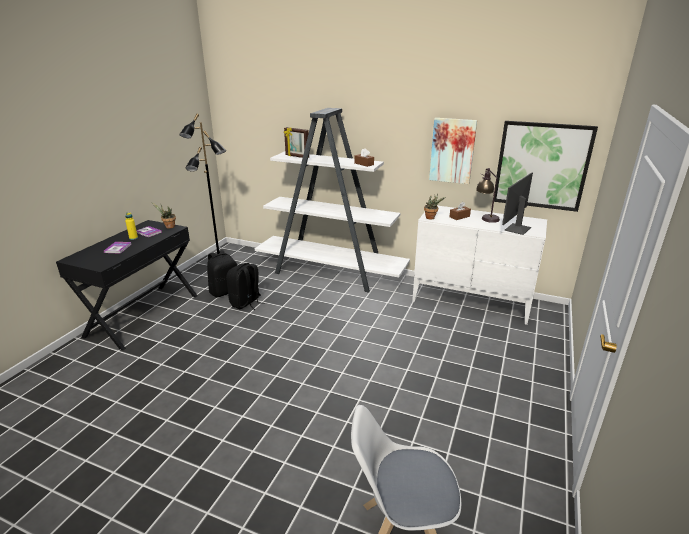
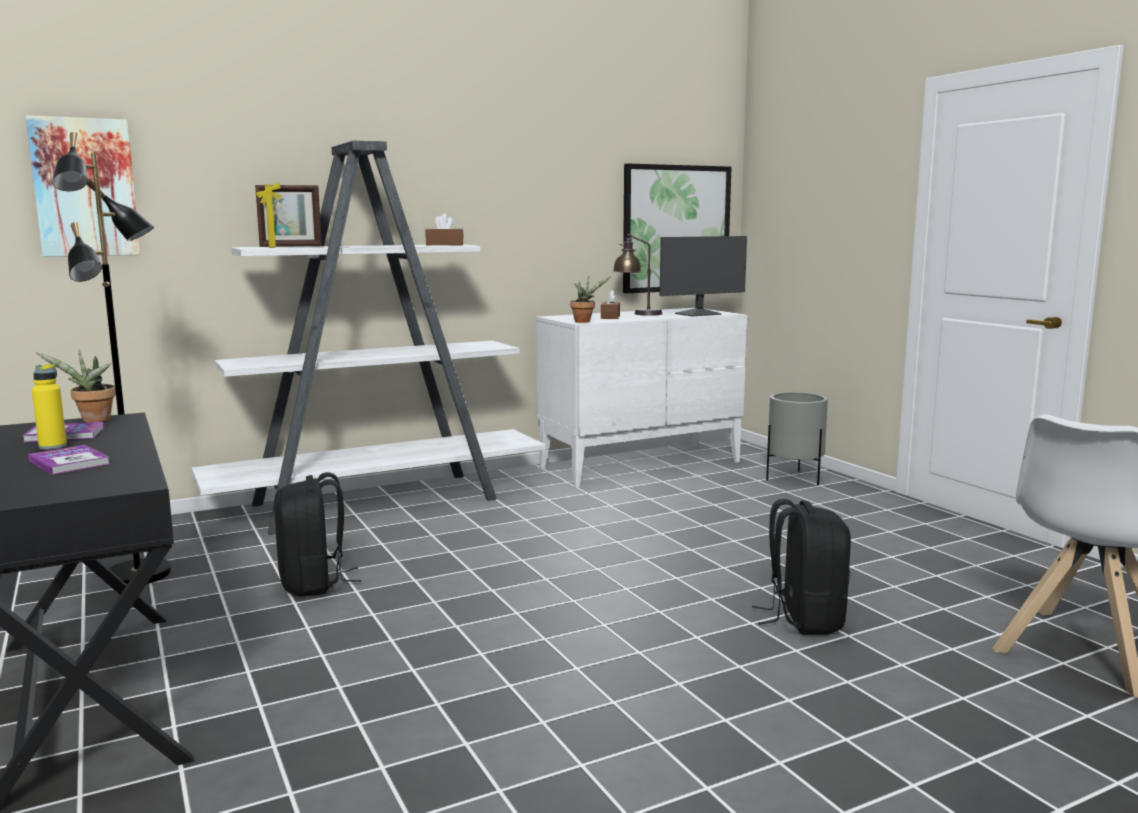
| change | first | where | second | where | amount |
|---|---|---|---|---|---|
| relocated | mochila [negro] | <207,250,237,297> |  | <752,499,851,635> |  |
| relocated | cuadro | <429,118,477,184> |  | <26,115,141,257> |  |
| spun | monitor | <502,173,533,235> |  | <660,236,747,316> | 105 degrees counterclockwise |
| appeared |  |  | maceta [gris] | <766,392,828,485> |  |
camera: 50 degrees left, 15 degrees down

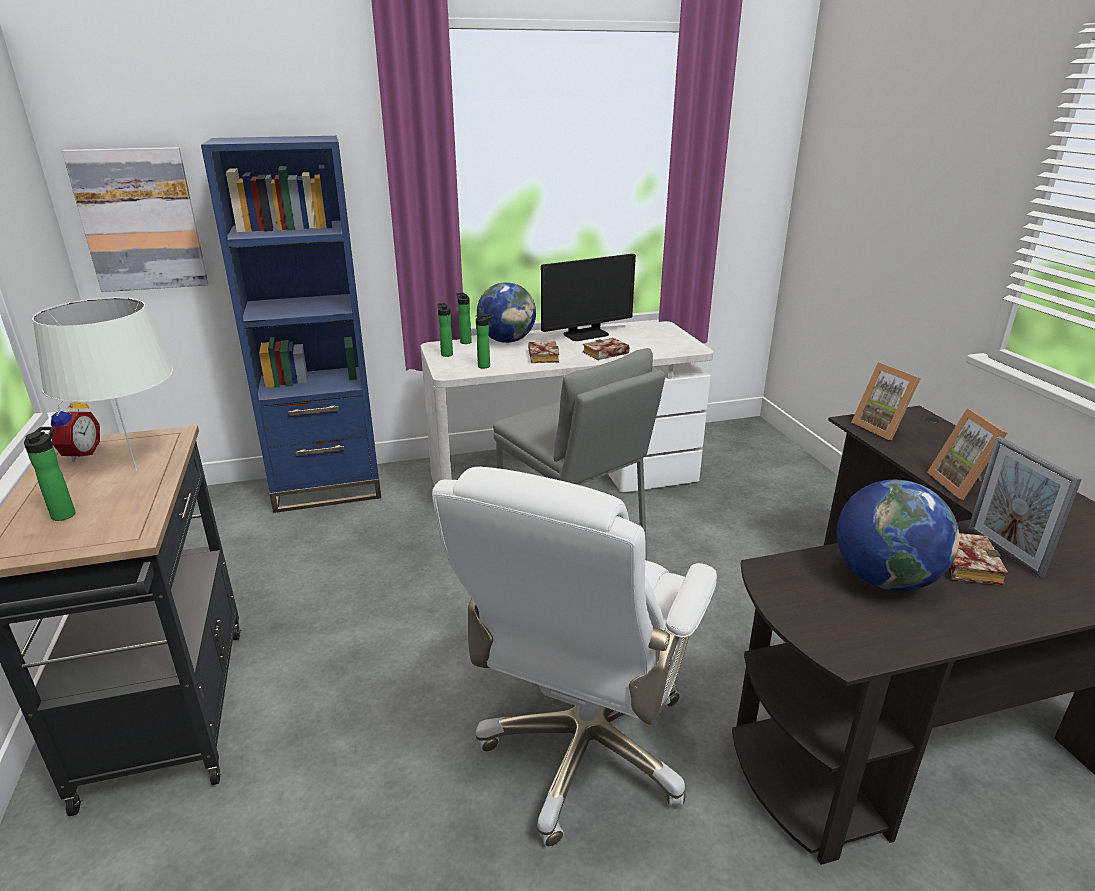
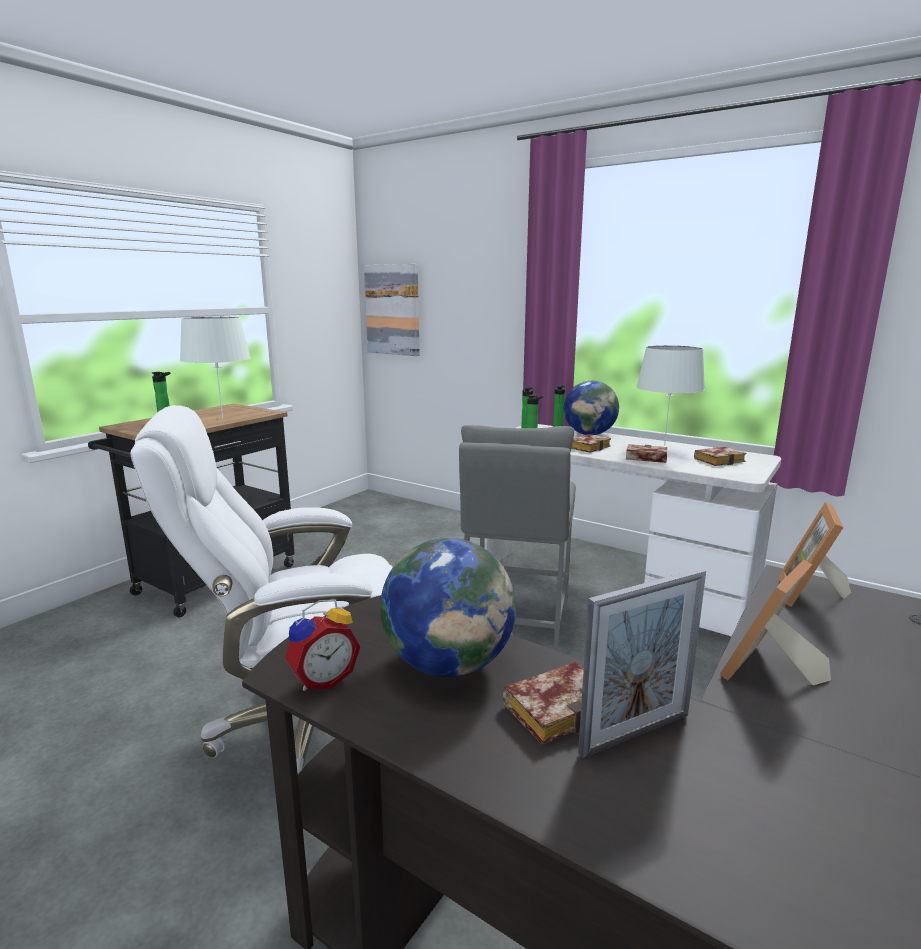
| change | first | where | second | where | amount |
|---|---|---|---|---|---|
| relocated | despertador | <51,401,100,462> |  | <285,599,360,691> |  |
| missing | estantería [azul] | <201,136,381,513> |  |  |  |
| exchanged | monitor | <541,254,636,341> | lámpara de mesa [blanco] | <636,345,705,446> |  |
| spun | portarretratos | <968,437,1082,578> |  | <578,568,706,758> | 150 degrees counterclockwise |
| appeared |  |  | libro | <694,446,746,466> |  |
camera: 50 degrees right, 10 degrees down

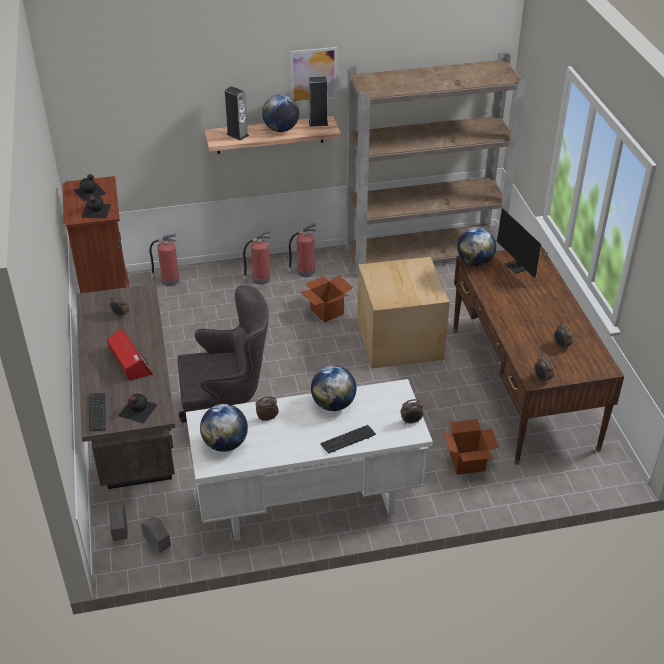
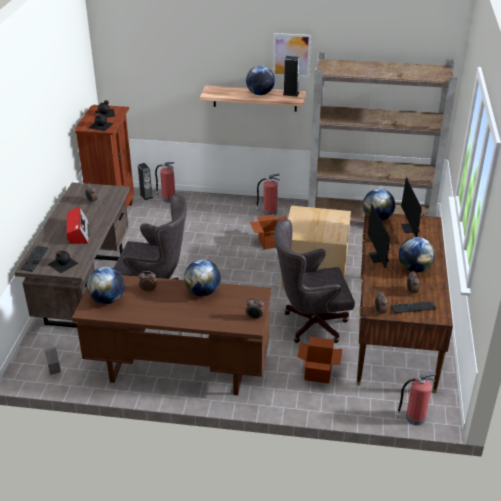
| change | first | where | second | where | amount |
|---|---|---|---|---|---|
| missing | maceta [gris] | <109,504,128,541> |  |  |  |
| colour | escritorio [blanco] | <186,379,433,541> | escritorio [marrón] | <72,275,272,395> |  |
| relocated | altavoz | <225,86,249,141> |  | <138,163,153,200> |  |
| relocated | extintor | <243,230,270,285> |  | <396,372,437,425> |  |
| relocated | teclado | <320,425,376,454> |  | <390,301,437,314> |  |
| appeared |  |  | silla de oficina [gris] | <274,219,355,343> |  |
| appeared |  |  | monitor | <367,204,395,268> |  |
| appeared |  |  | globo terráqueo | <399,237,435,272> |  |
camera: 20 degrees right, 5 degrees down

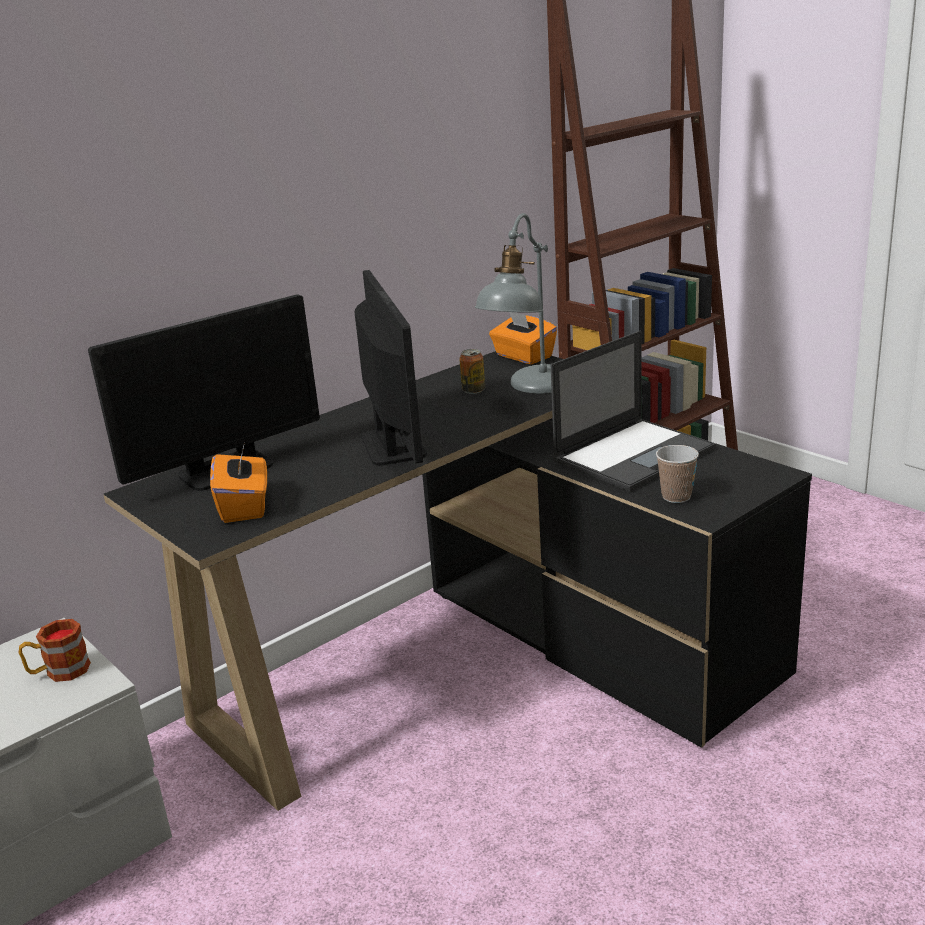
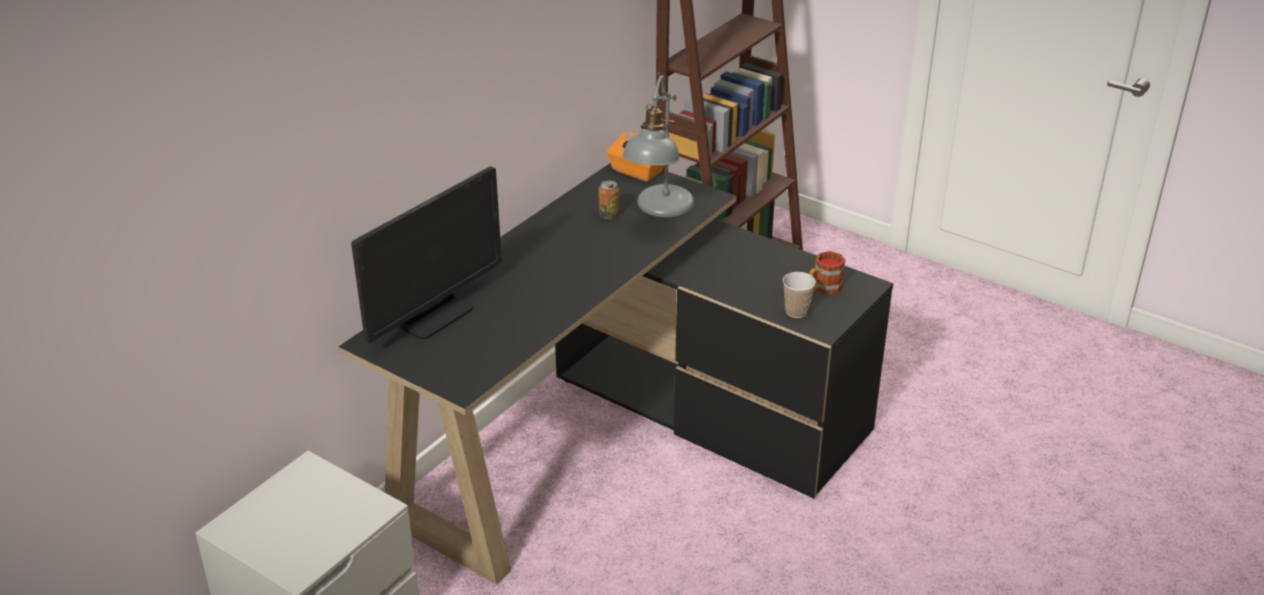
| change | first | where | second | where | amount |
|---|---|---|---|---|---|
| relocated | taza grande | <19,619,91,682> |  | <809,251,846,295> |  |
| missing | caja de pañuelos [naranja] | <210,443,267,523> |  |  |  |
| missing | monitor | <354,270,427,465> |  |  |  |
| missing | portátil | <551,330,716,492> |  |  |  |
camera: 15 degrees left, 10 degrees up

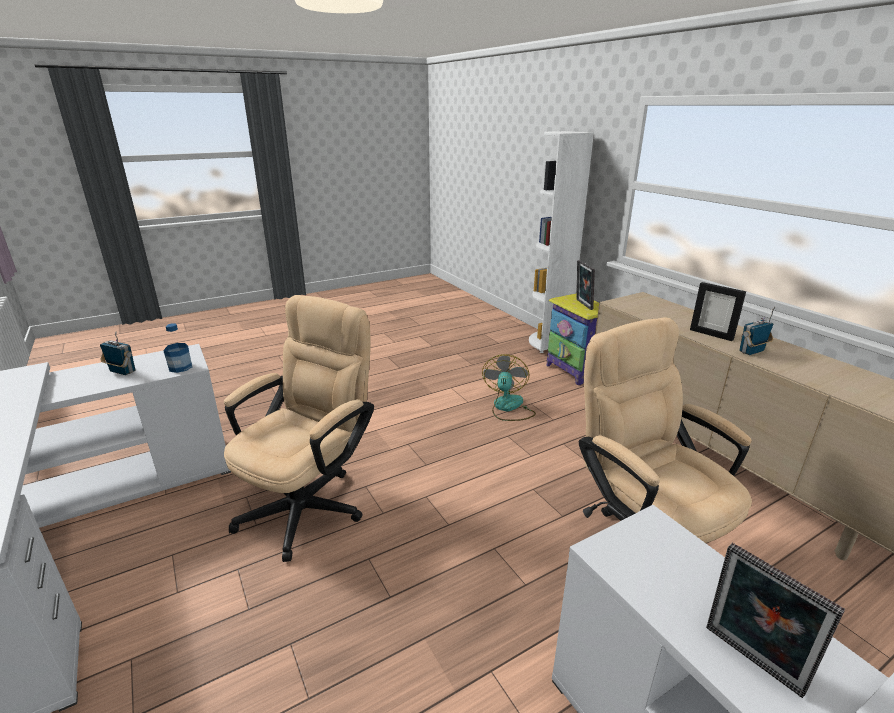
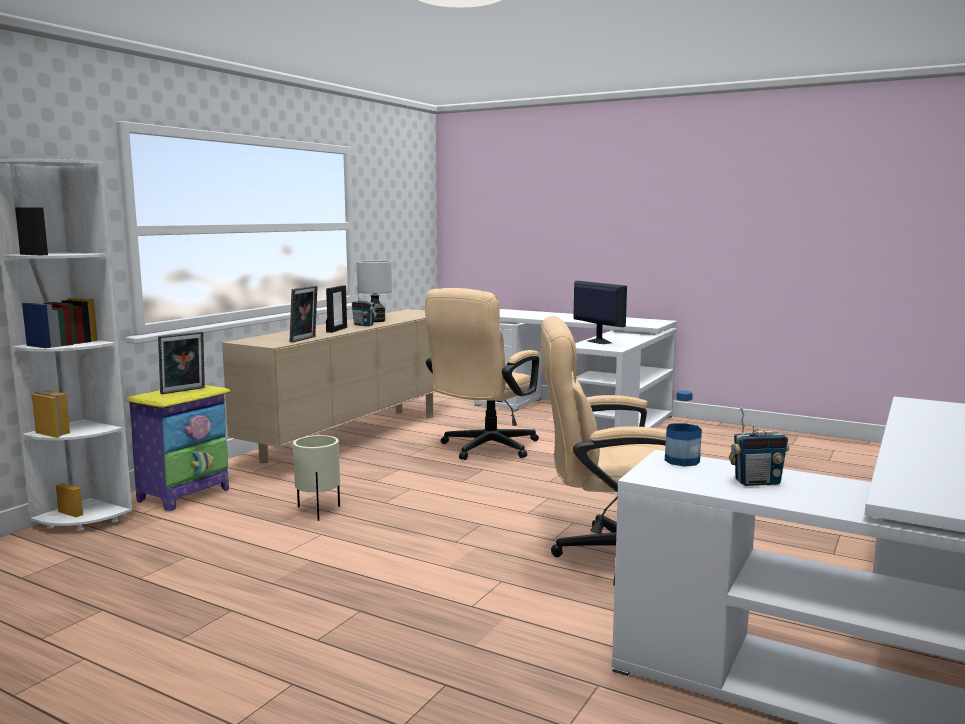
| change | first | where | second | where | amount |
|---|---|---|---|---|---|
| spun | radio | <100,332,135,375> |  | <729,408,789,486> | 90 degrees counterclockwise |
| exchanged | ventilador | <482,354,536,421> | maceta [beis] | <293,435,340,521> |  |
| relocated | portarretratos | <706,543,845,698> |  | <290,286,318,343> |  |
| appeared |  |  | lámpara de mesa [gris] | <357,260,392,322> |  |
| appeared |  |  | monitor | <573,281,627,344> |  |
camera: 120 degrees left, 15 degrees down

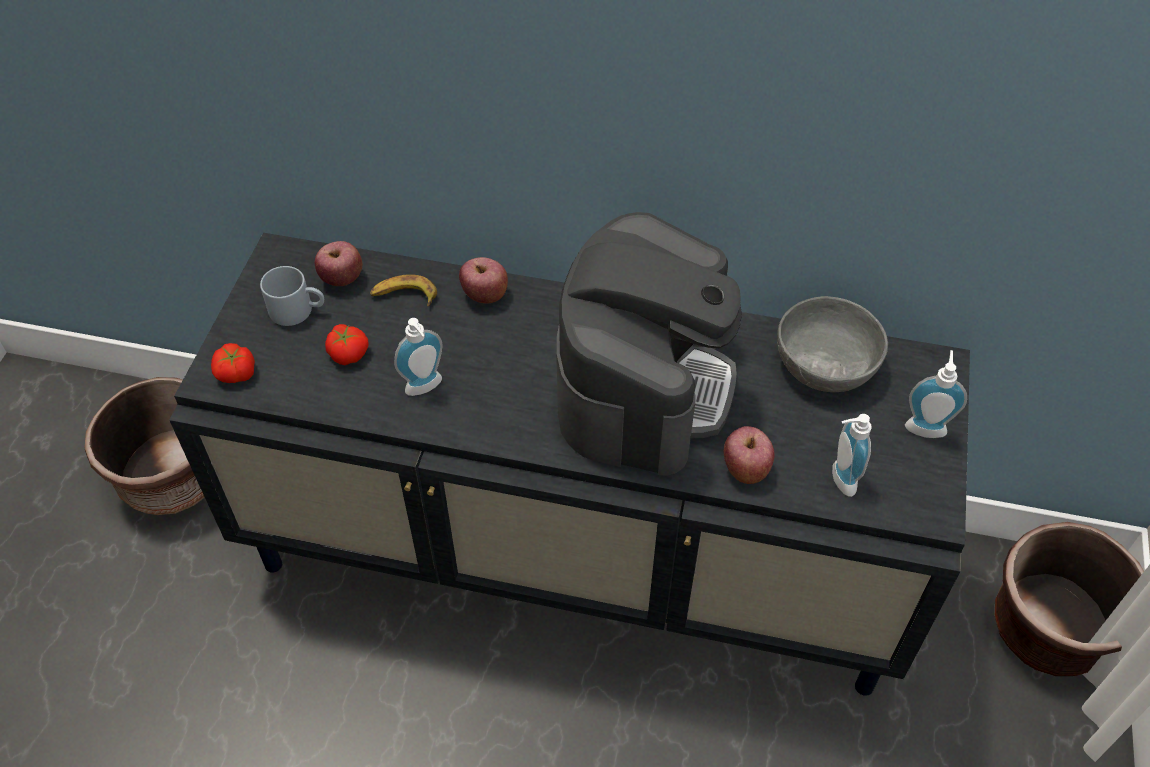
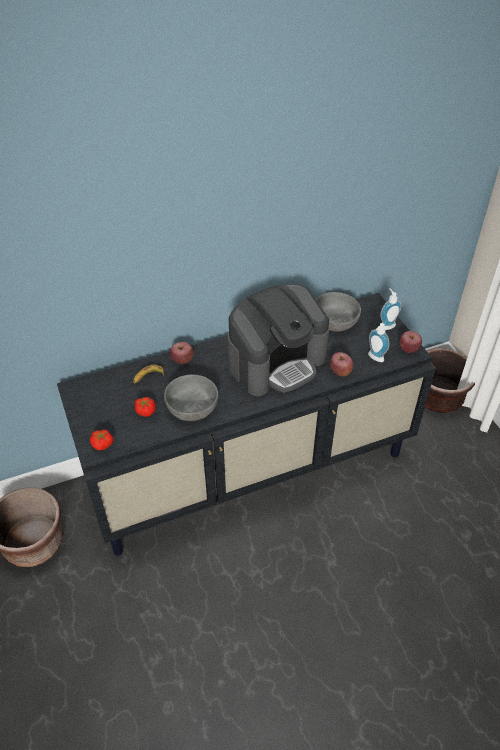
| change | first | where | second | where | amount |
|---|---|---|---|---|---|
| missing | taza grande [gris] | <260,266,324,326> |  |  |  |
| relocated | manzana | <315,241,362,286> |  | <400,331,422,353> |  |
| exchanged | dispensador de jabón | <394,318,443,396> | cuenco [gris] | <164,375,218,421> |  |
| spun | cafetera | <557,212,742,476> |  | <228,284,329,396> | 75 degrees clockwise |
camera: 35 degrees left, 5 degrees down

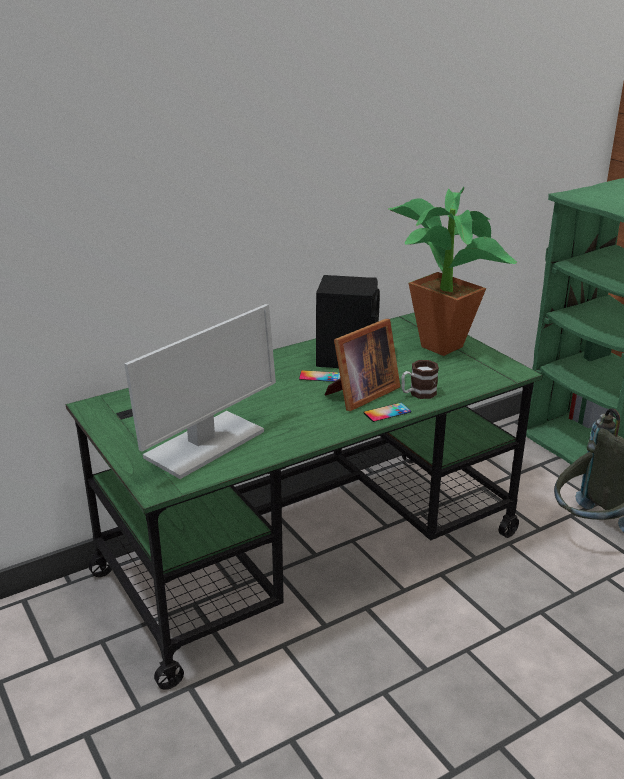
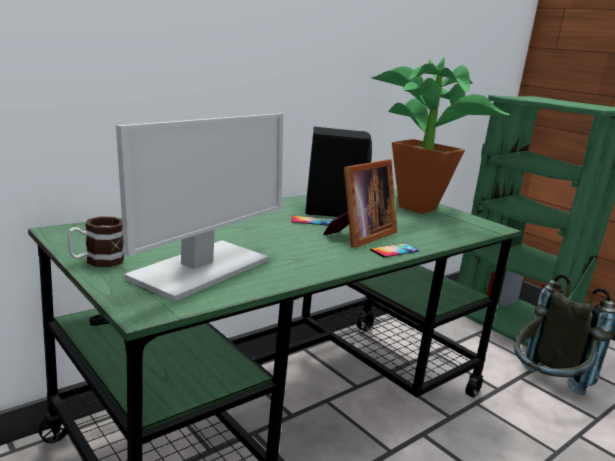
| change | first | where | second | where | amount |
|---|---|---|---|---|---|
| relocated | taza grande | <401,360,439,399> |  | <67,216,124,267> |  |
camera: 10 degrees left, 10 degrees down

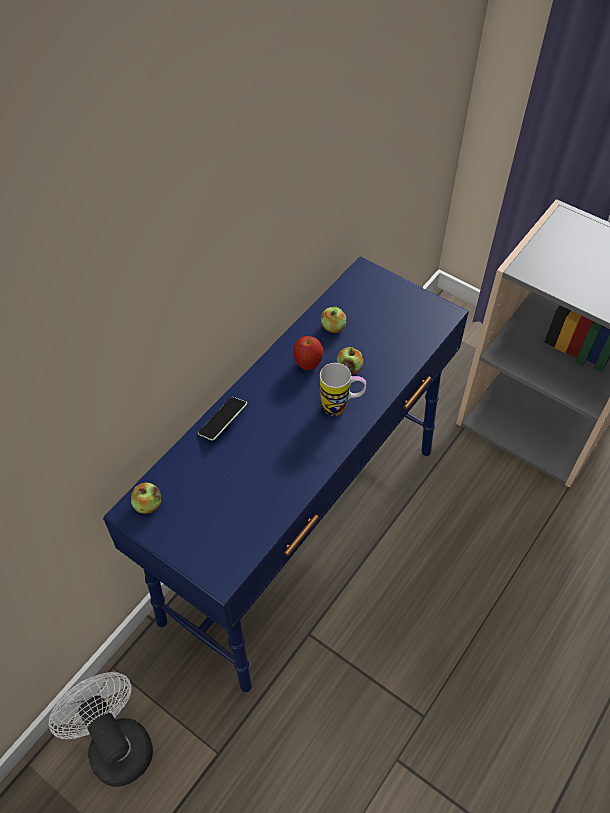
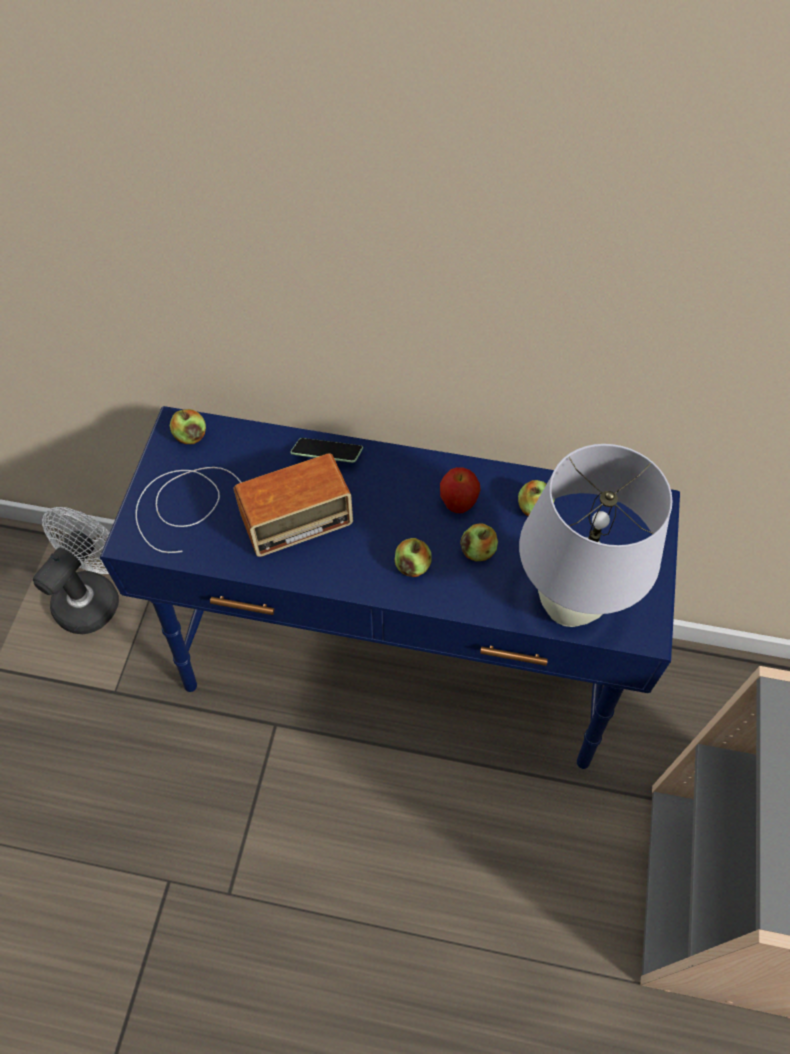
| change | first | where | second | where | amount |
|---|---|---|---|---|---|
| exchanged | taza grande | <320,363,367,416> | manzana | <394,538,432,577> |  |
| appeared |  |  | radio | <135,453,353,557> |  |
| appeared |  |  | lámpara de mesa [blanco] | <519,444,673,627> |  |
camera: 65 degrees right, 5 degrees up

